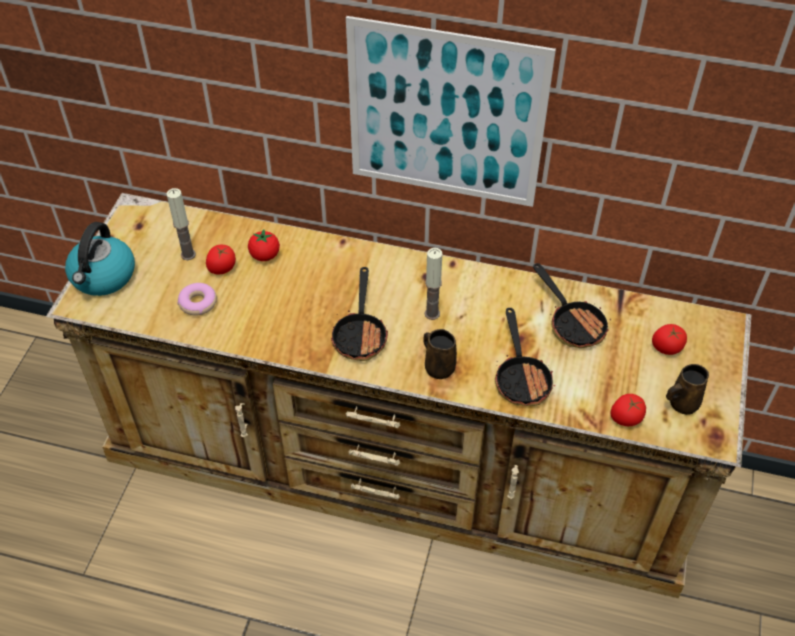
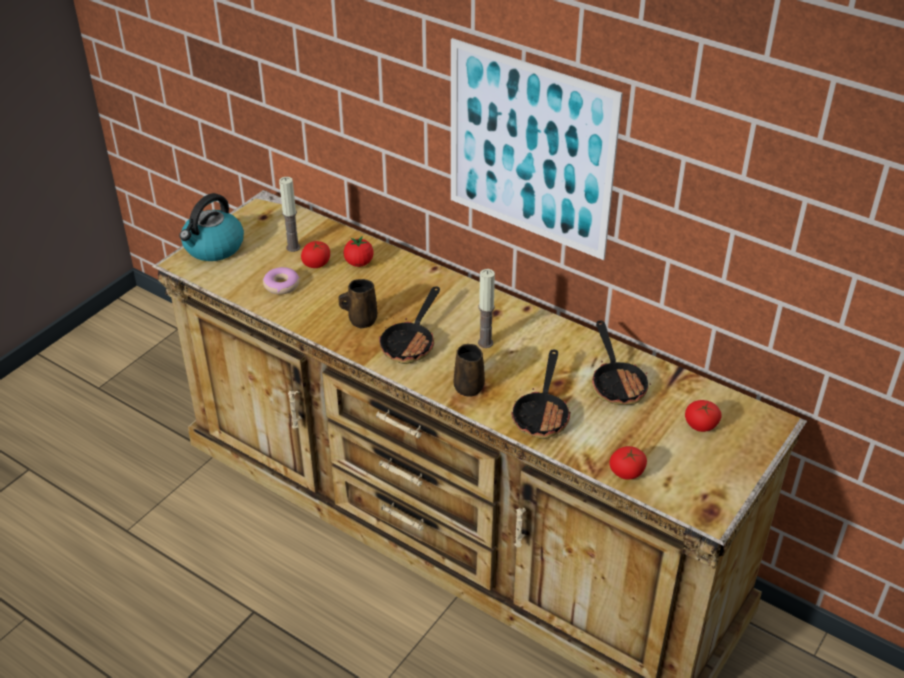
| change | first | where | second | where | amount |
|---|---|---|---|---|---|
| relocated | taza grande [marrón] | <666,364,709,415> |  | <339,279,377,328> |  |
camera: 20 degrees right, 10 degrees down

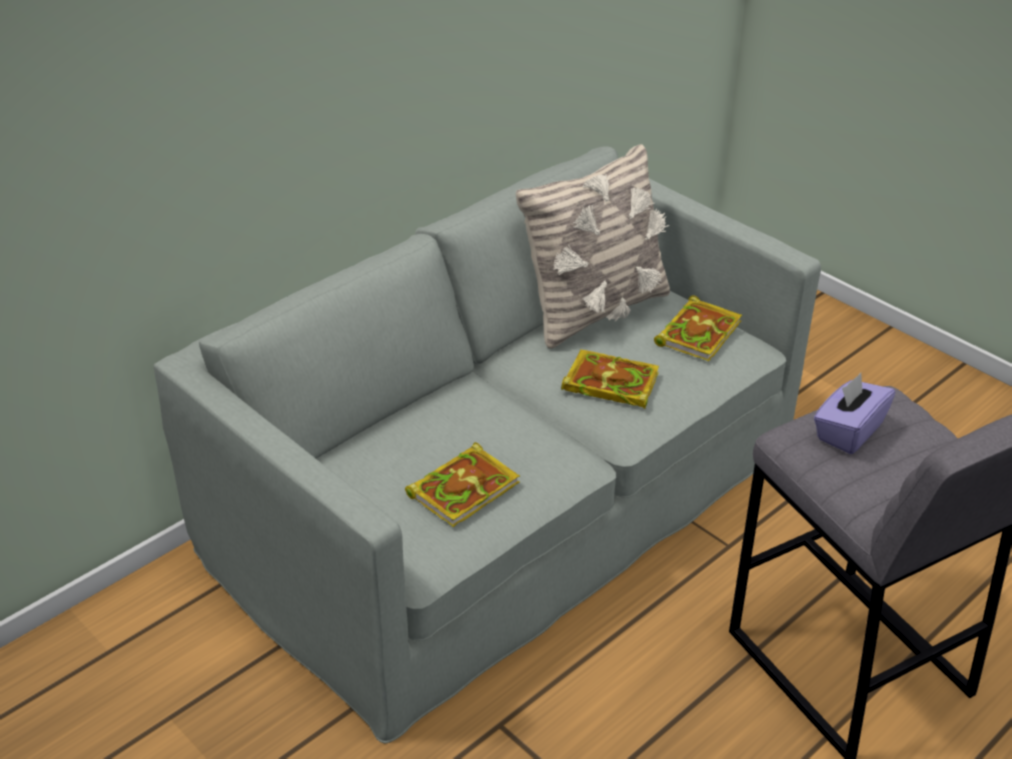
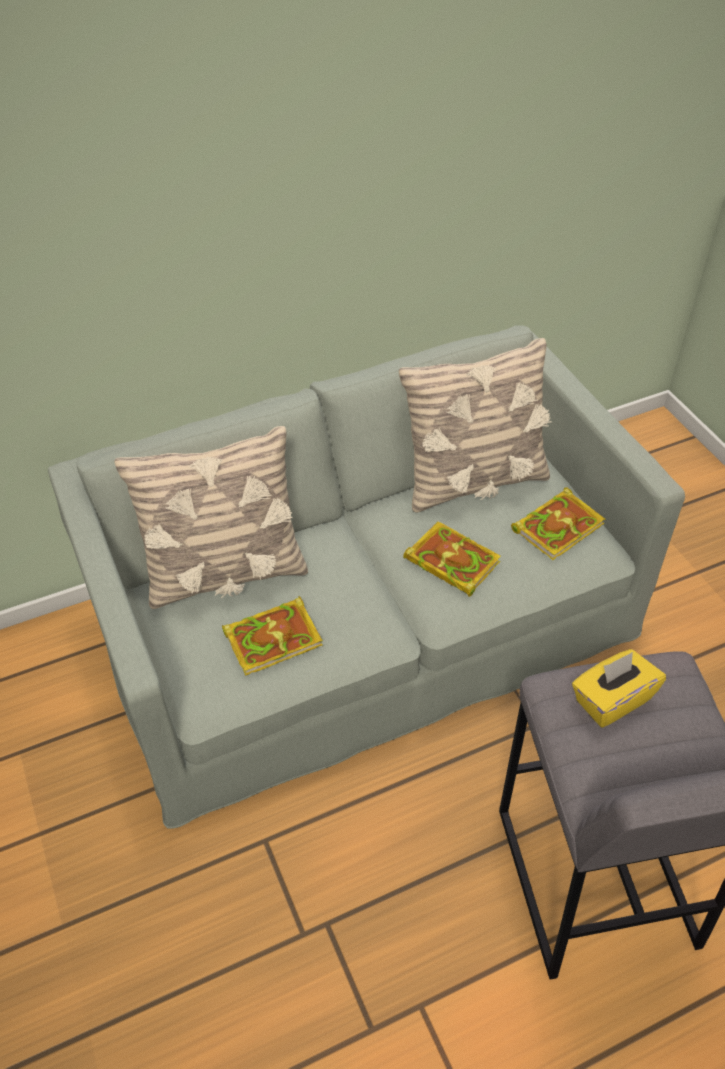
| change | first | where | second | where | amount |
|---|---|---|---|---|---|
| colour | caja de pañuelos [morado] | <814,373,895,454> | caja de pañuelos [amarillo] | <572,649,666,728> |  |
| appeared |  |  | cojín [beis] | <114,426,308,609> |  |
camera: 20 degrees right, 10 degrees up

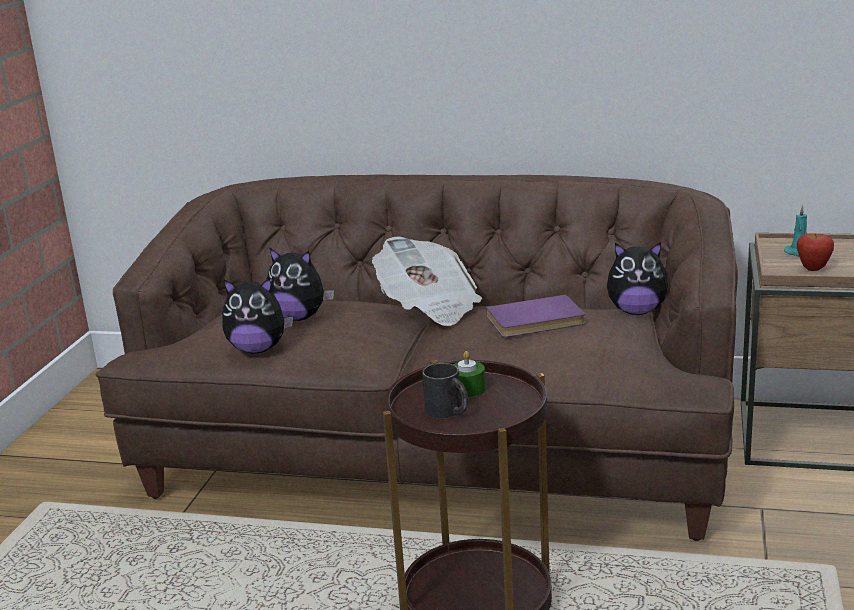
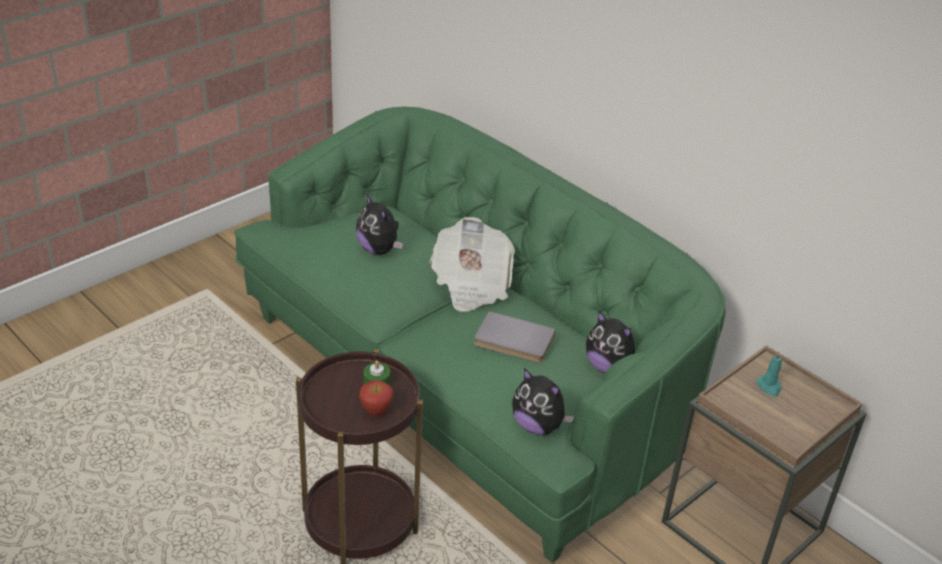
| change | first | where | second | where | amount |
|---|---|---|---|---|---|
| colour | sofá [marrón] | <95,175,738,541> | sofá [verde] | <234,106,726,563> |  |
| relocated | peluche | <222,278,293,353> |  | <512,368,574,435> |  |
| missing | taza grande [negro] | <422,363,468,419> |  |  |  |
| colour | libro [morado] | <486,295,585,337> | libro [gris] | <474,311,556,363> |  |
| relocated | manzana | <797,233,834,271> |  | <359,380,394,416> |  |
camera: 30 degrees right, 15 degrees up

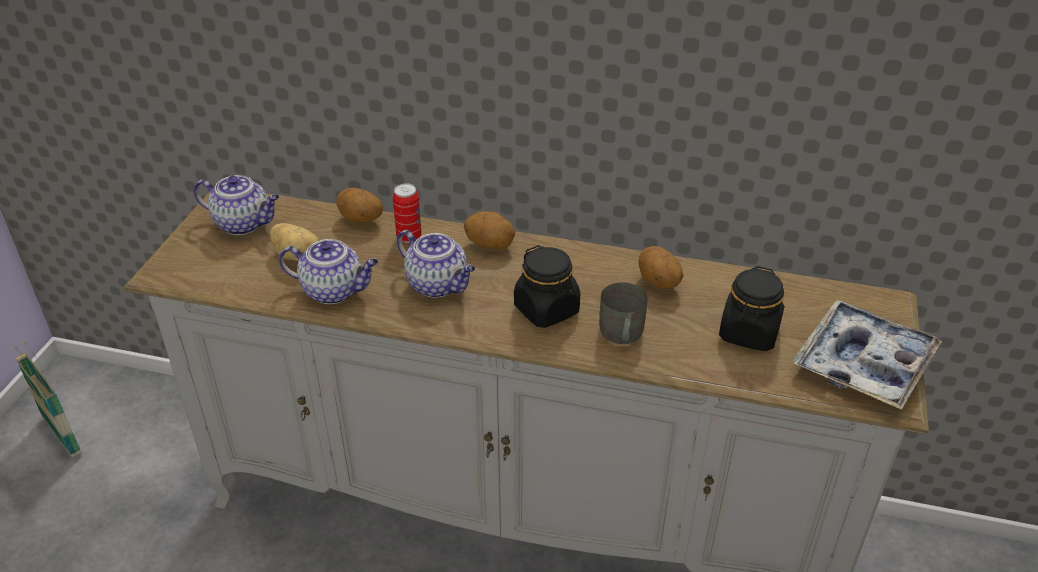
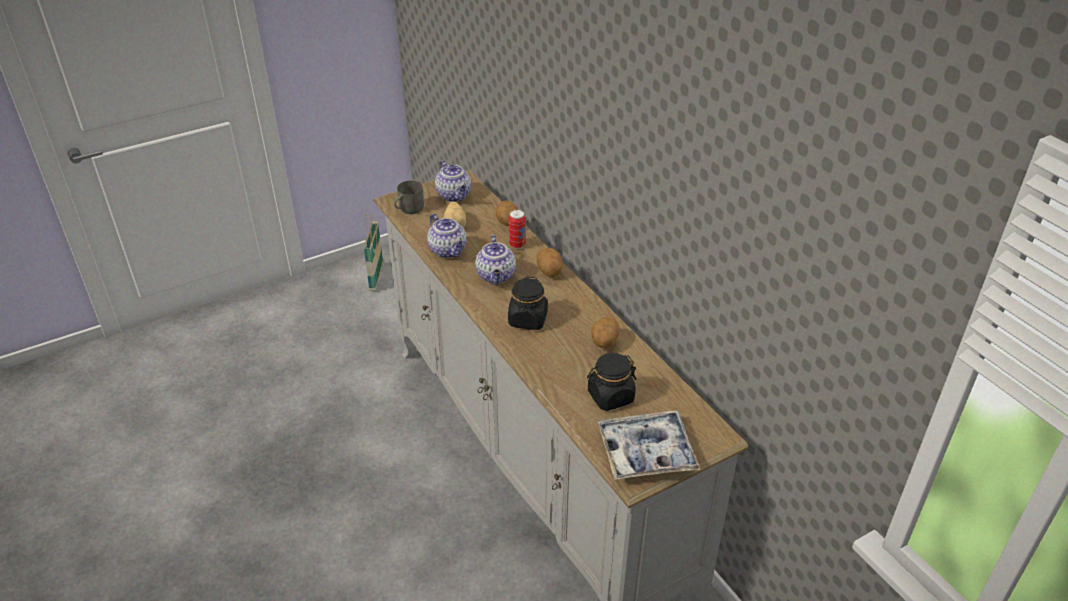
| change | first | where | second | where | amount |
|---|---|---|---|---|---|
| relocated | taza grande [gris] | <599,282,648,344> |  | <394,181,424,214> |  |
camera: 45 degrees right, 0 degrees up

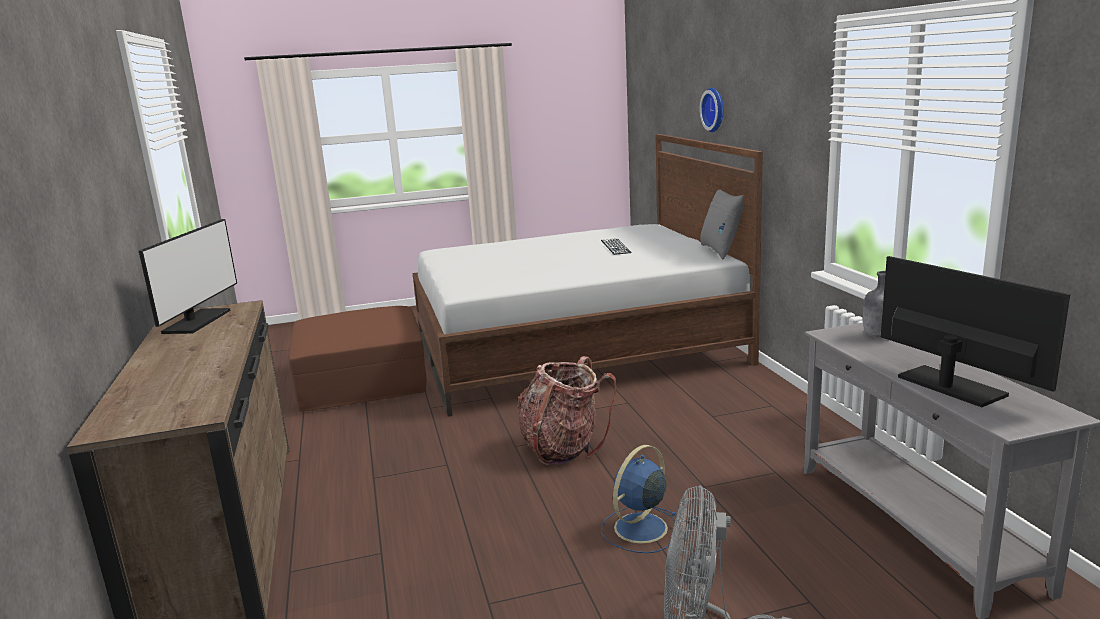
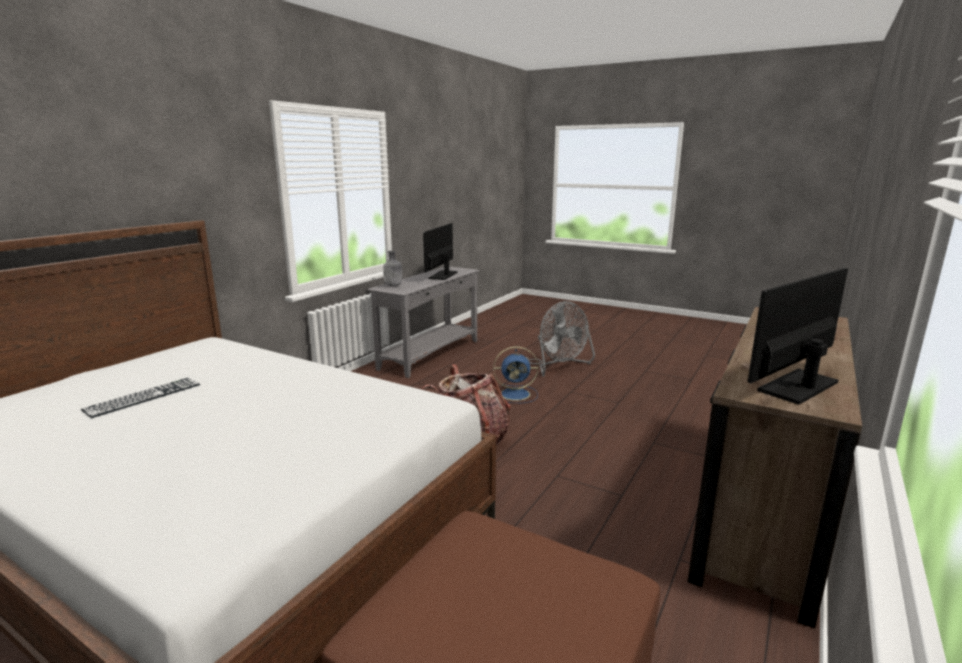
| change | first | where | second | where | amount |
|---|---|---|---|---|---|
| missing | reloj de pared | <700,88,724,132> |  |  |  |
| missing | cojín [gris] | <701,190,744,259> |  |  |  |
camera: 135 degrees left, 0 degrees up

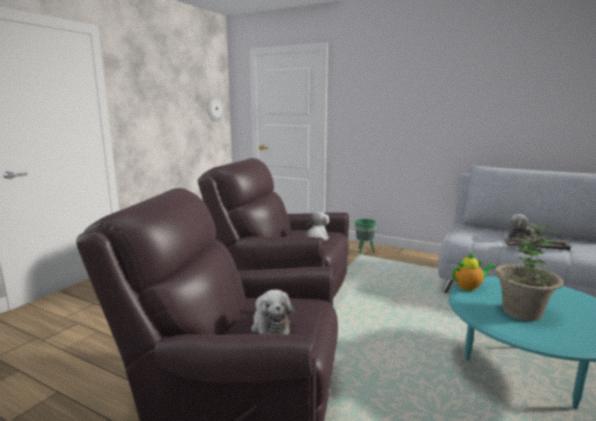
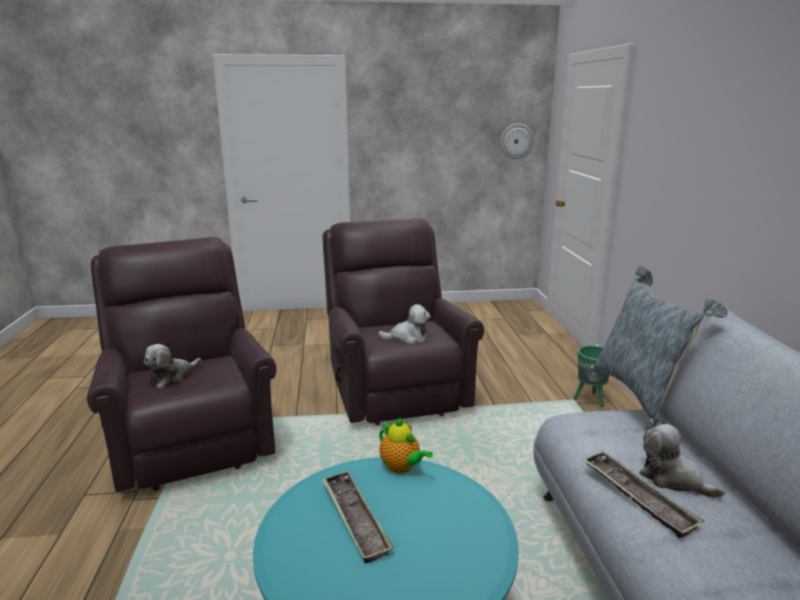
| change | first | where | second | where | amount |
|---|---|---|---|---|---|
| exchanged | planta en maceta | <494,222,564,321> | bandeja | <322,470,394,563> |  |
| appeared |  |  | cojín | <583,266,728,431> |  |
camera: 55 degrees right, 5 degrees up

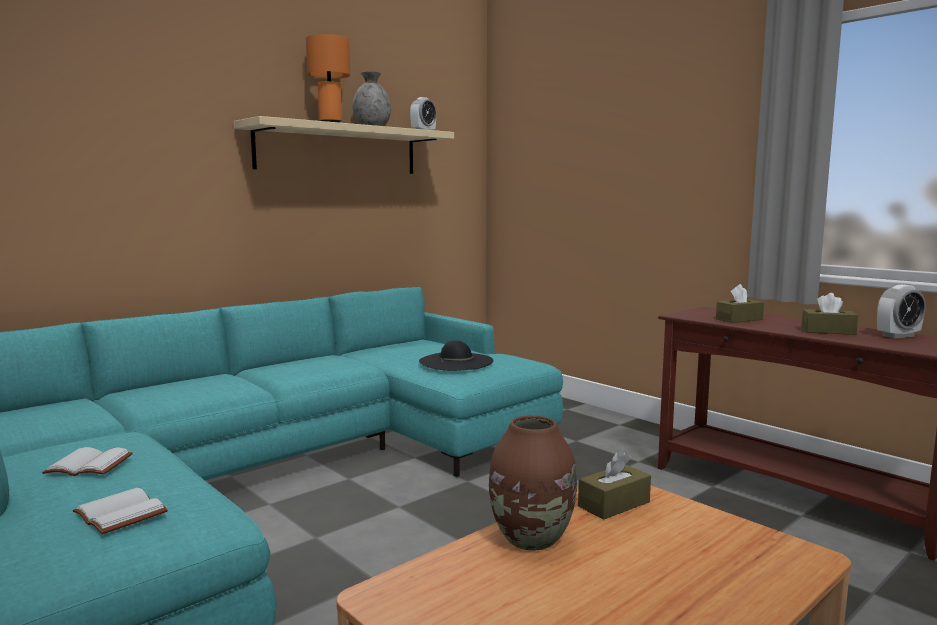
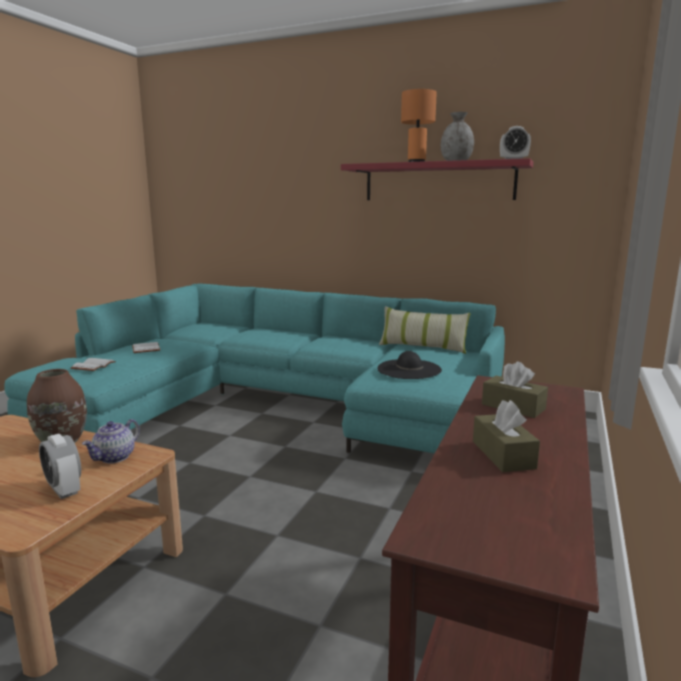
| change | first | where | second | where | amount |
|---|---|---|---|---|---|
| colour | estante [beis] | <234,116,454,174> | estante [rojo] | <341,158,533,200> |  |
| exchanged | caja de pañuelos [marrón] | <578,450,651,520> | tetera | <82,419,140,463> |  |
| relocated | despertador | <877,285,926,338> |  | <39,434,81,499> |  |
| appeared |  |  | cojín | <379,306,471,354> |  |
camera: 65 degrees right, 5 degrees up

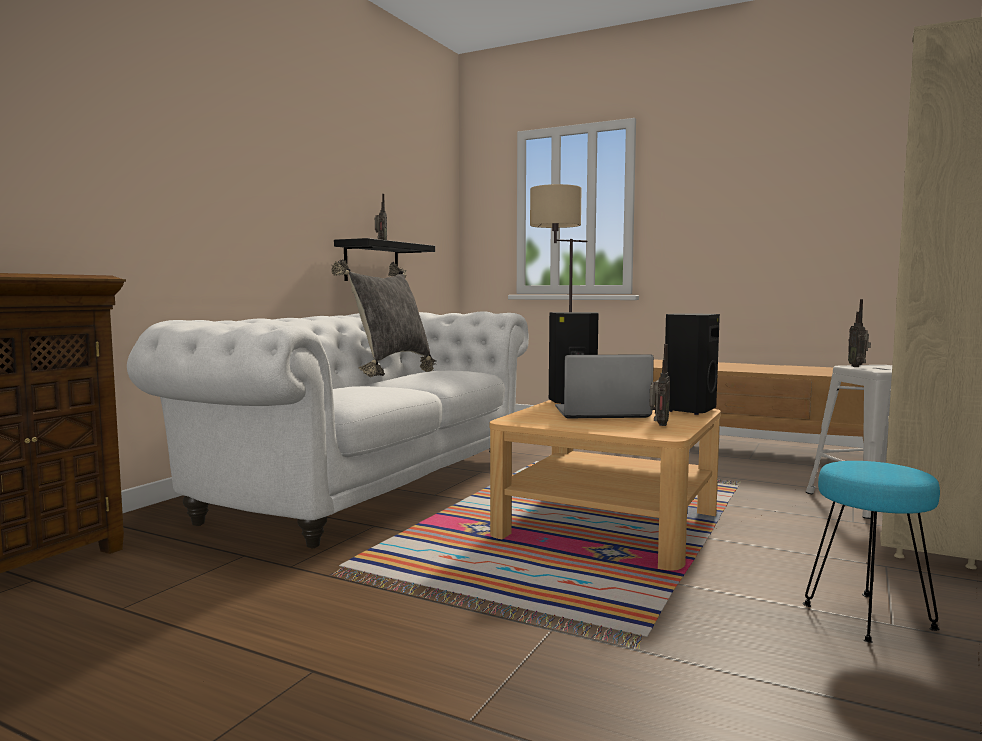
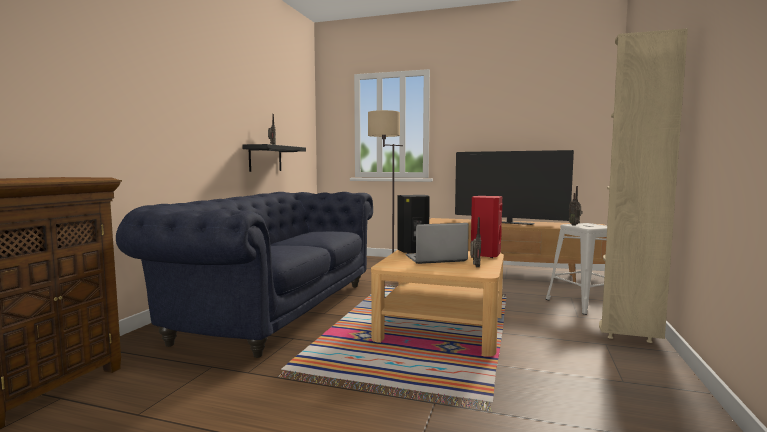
| change | first | where | second | where | amount |
|---|---|---|---|---|---|
| colour | sofá [blanco] | <127,311,529,548> | sofá [azul] | <116,192,373,358> |  |
| missing | cojín | <331,259,436,377> |  |  |  |
| colour | altavoz [negro] | <665,313,720,415> | altavoz [rojo] | <471,196,502,258> |  |
| missing | taburete [turquesa] | <803,461,940,643> |  |  |  |
| appeared |  |  | televisor | <455,150,574,225> |  |
camera: 10 degrees left, 0 degrees up

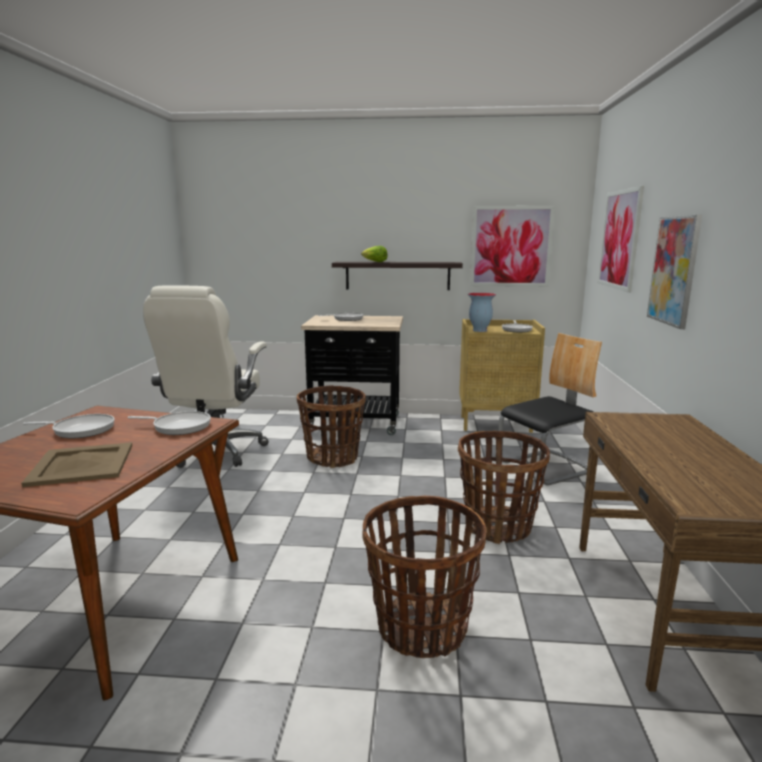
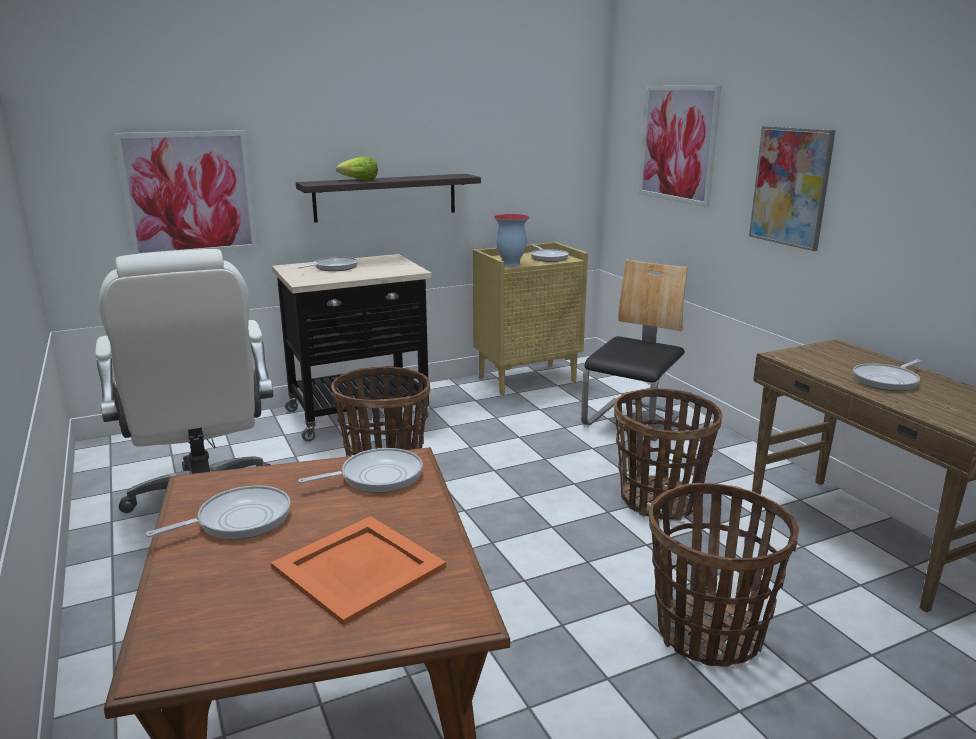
| change | first | where | second | where | amount |
|---|---|---|---|---|---|
| colour | bandeja [beis] | <21,442,132,487> | bandeja [naranja] | <271,516,446,626> |  |
| relocated | cuadro | <470,206,555,287> |  | <113,130,258,254> |  |
| appeared |  |  | sartén | <853,360,922,391> |  |
camera: 30 degrees left, 5 degrees up

